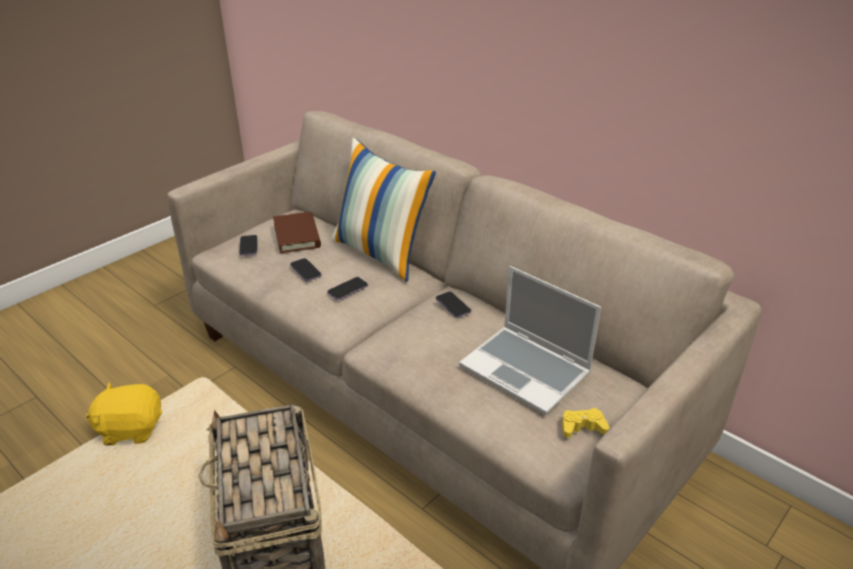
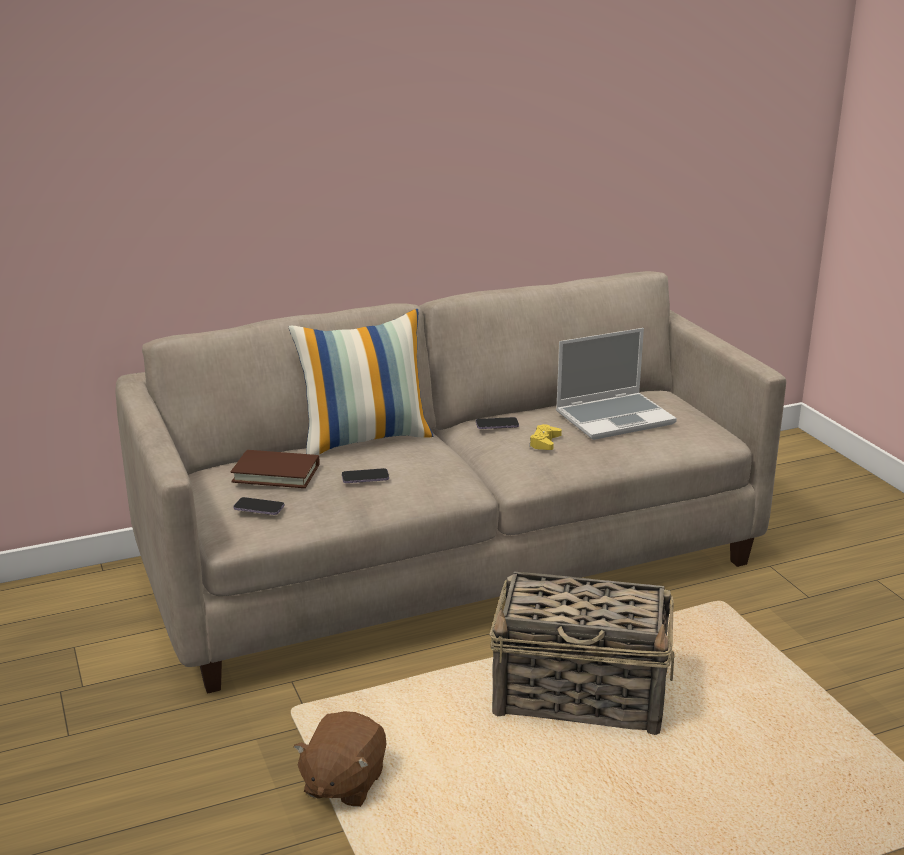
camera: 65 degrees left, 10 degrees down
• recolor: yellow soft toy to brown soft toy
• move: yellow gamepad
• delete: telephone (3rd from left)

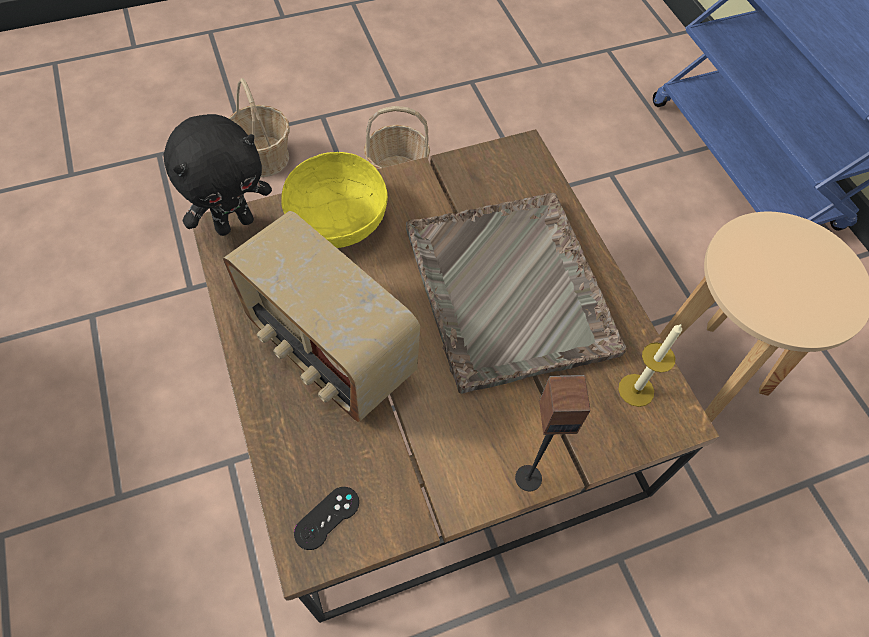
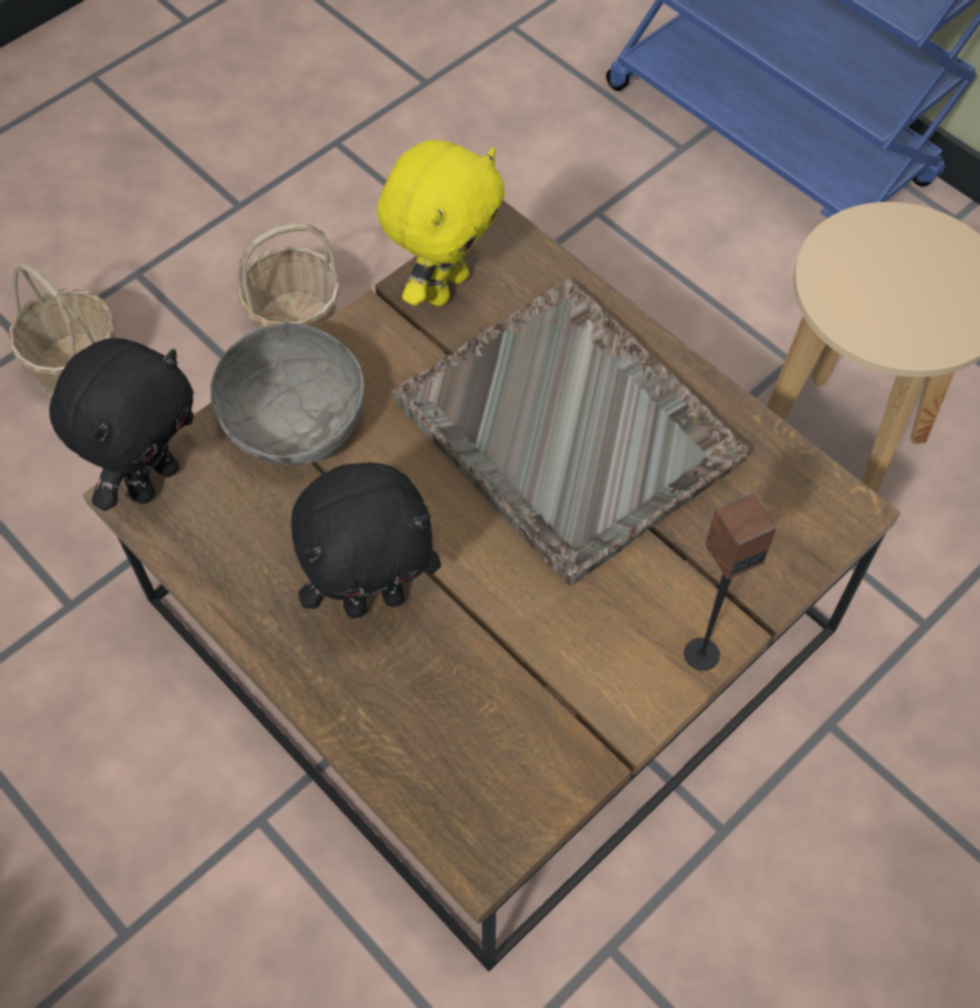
camera: 20 degrees left, 0 degrees up
• recolor: yellow bowl to greyish bowl
• replace: radio receiver to black soft toy (2nd from left)
• insert: yellow soft toy
• delete: black gamepad
• delete: wax candle

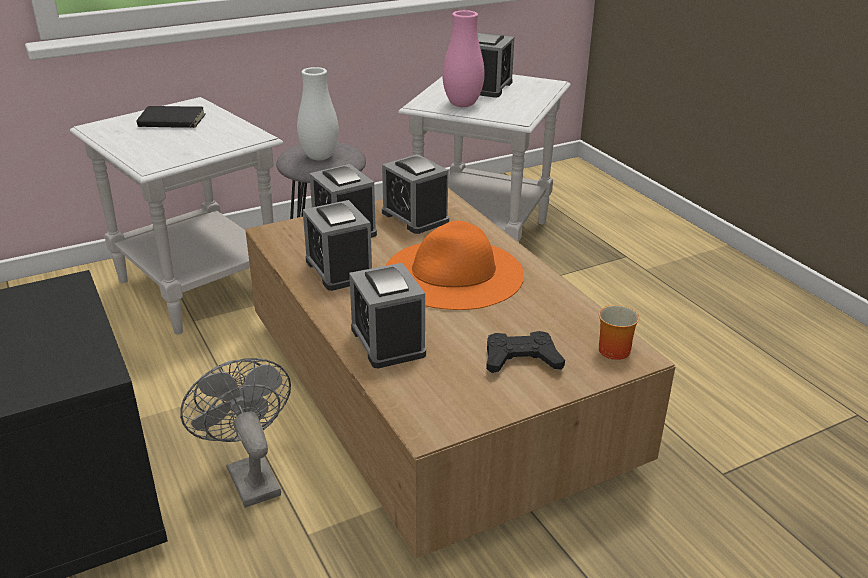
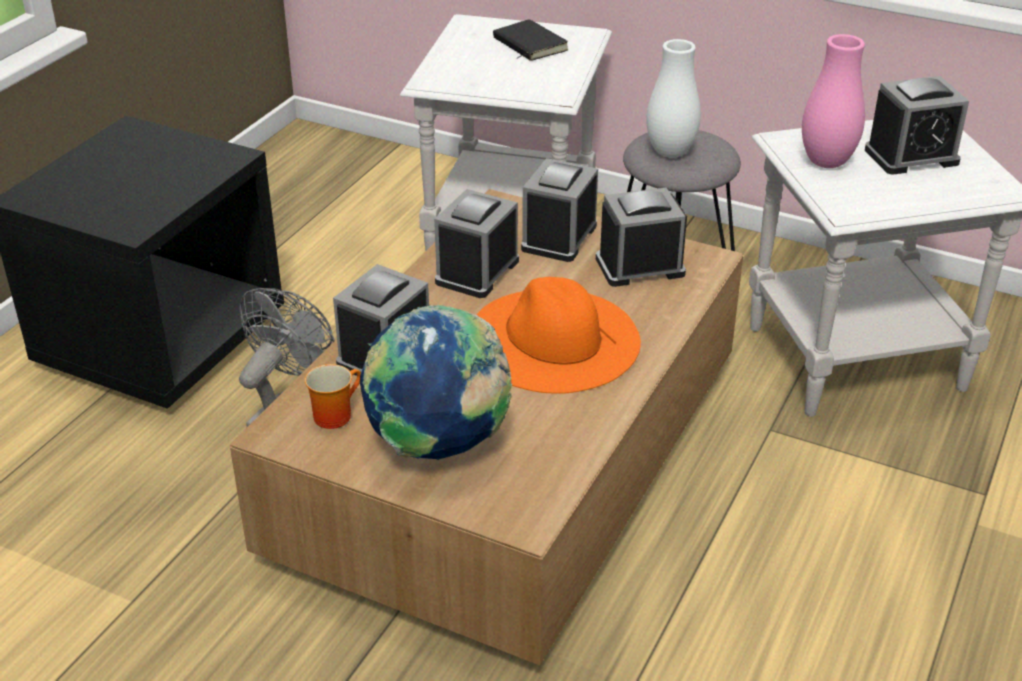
camera: 55 degrees right, 5 degrees up
• move: coffee mug
• replace: black gamepad to globe
• rotate: alarm clock (4th from left) 60 degrees clockwise

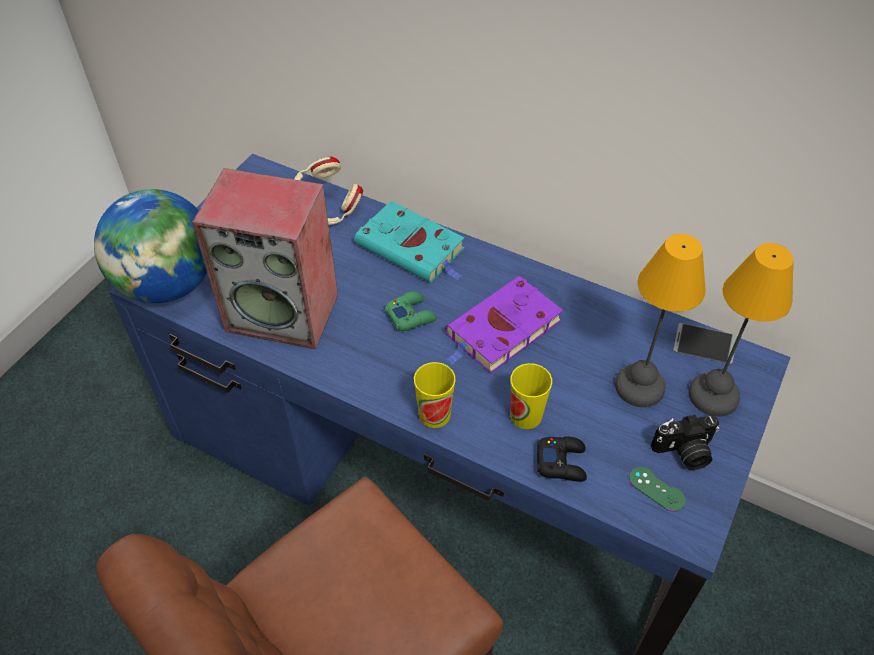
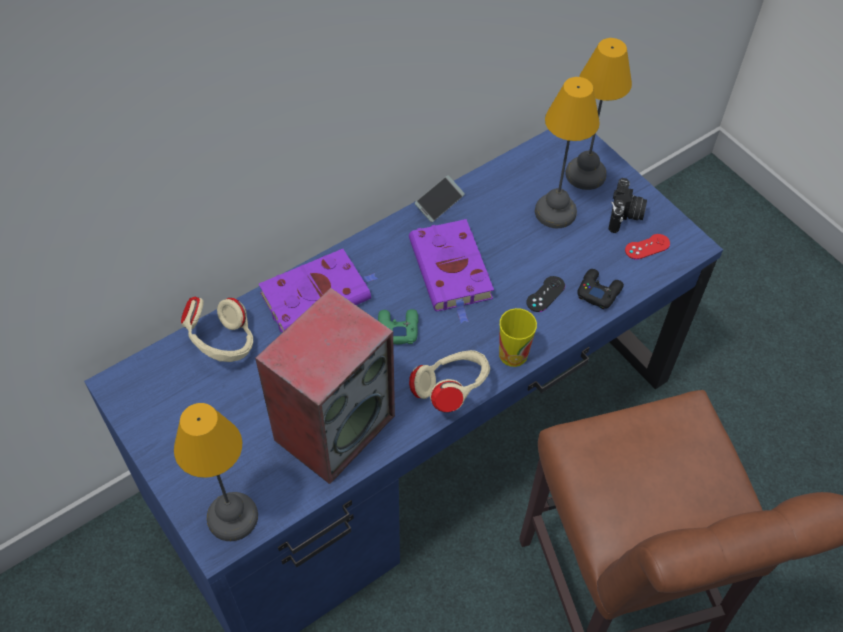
camera: 65 degrees left, 5 degrees up
• replace: globe to lamp for a table (1st from left)
• recolor: turquoise book to purple-coloured book (1st from left)
• insert: beige pair of headphones (2nd from left)
• move: telephone
• replace: small cup (2nd from left) to black gamepad (1st from left)
• recolor: green gamepad (2nd from left) to red-coloured gamepad

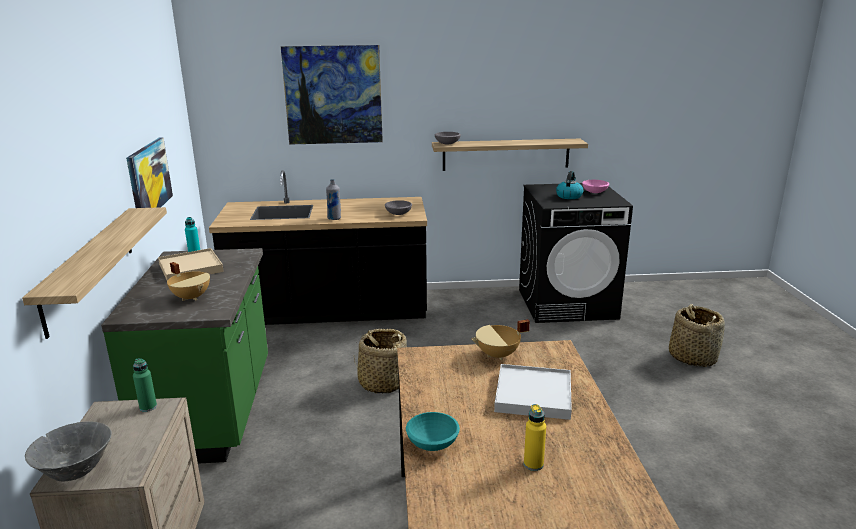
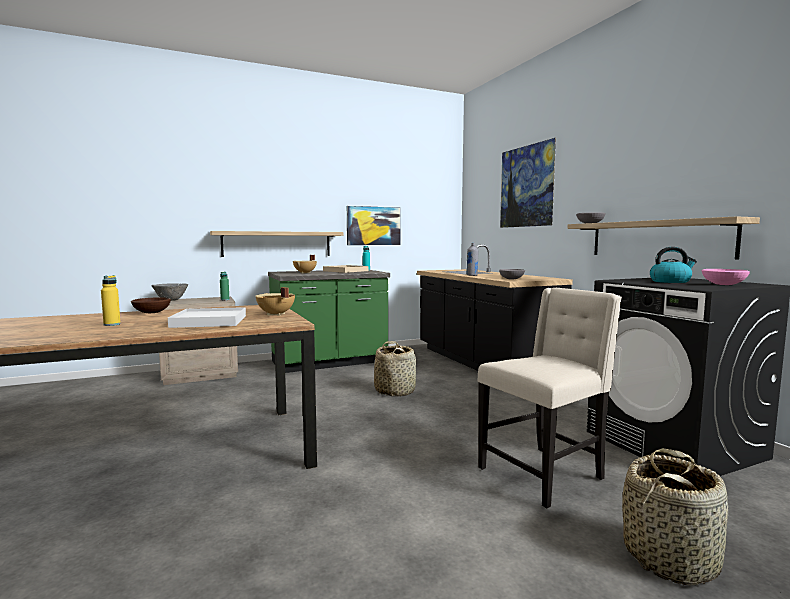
camera: 70 degrees right, 15 degrees down
• recolor: turquoise bowl to brown bowl
• insert: beige plain chair

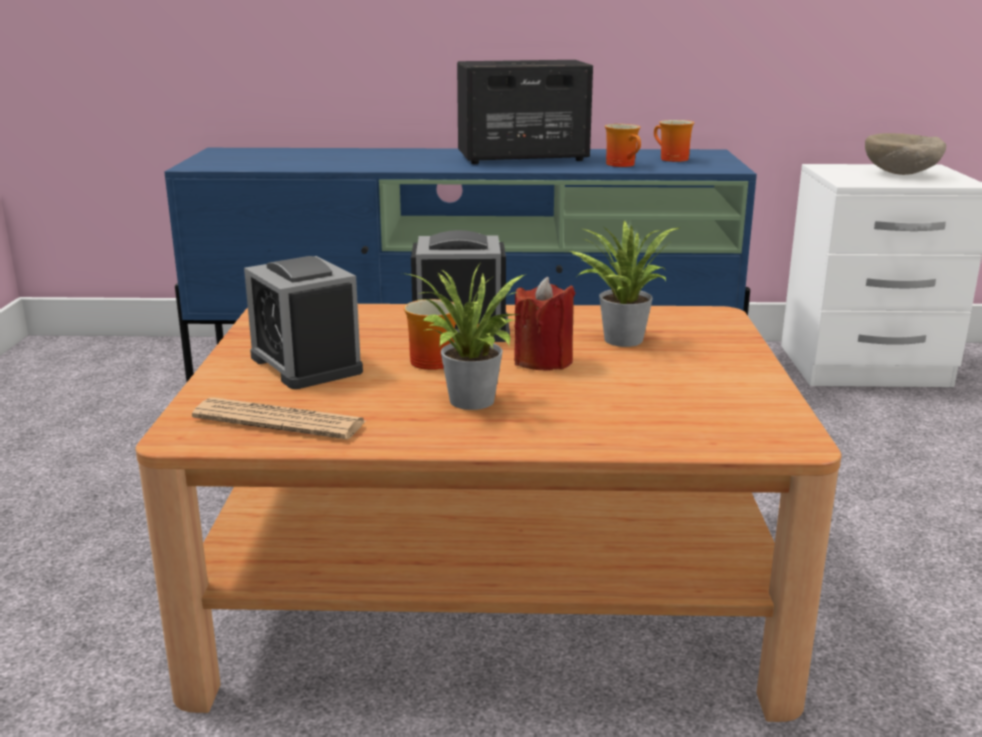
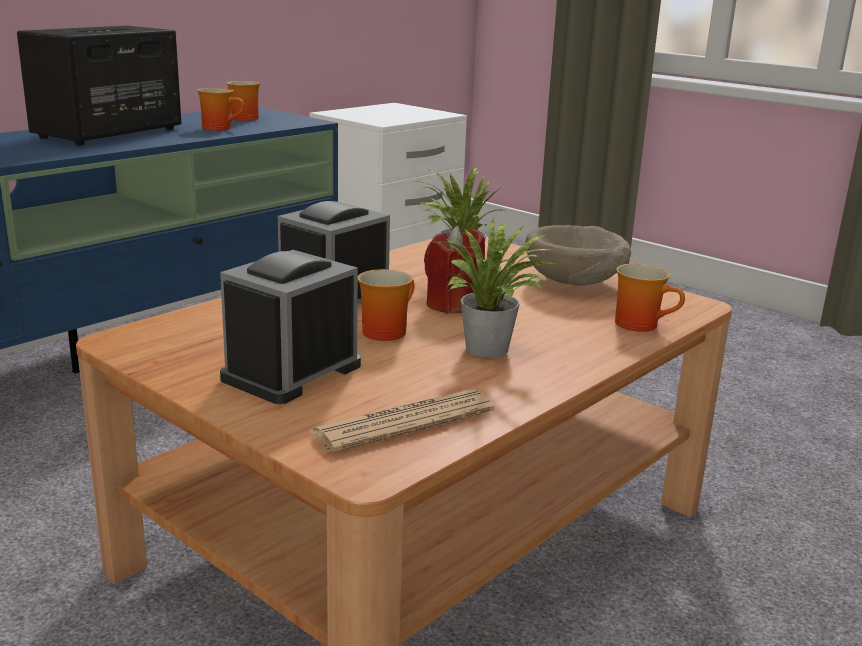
camera: 50 degrees left, 0 degrees up
• rotate: alarm clock (1st from left) 120 degrees clockwise
• move: beige bowl
• insert: coffee mug (4th from left)

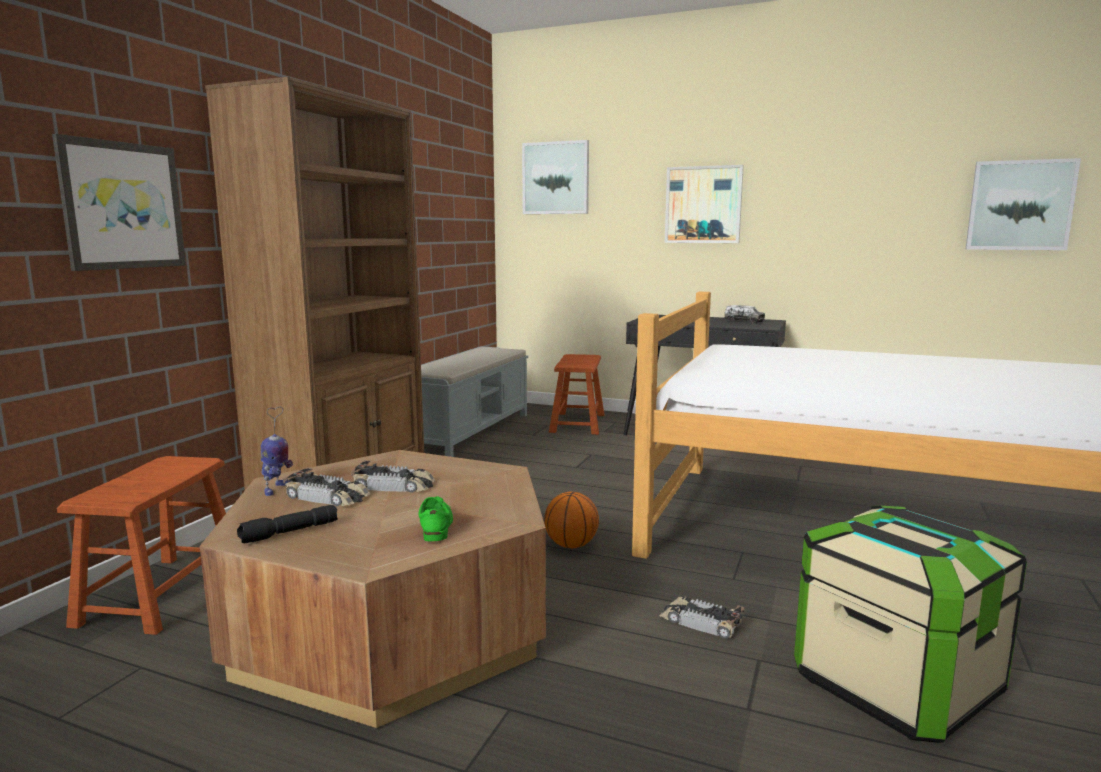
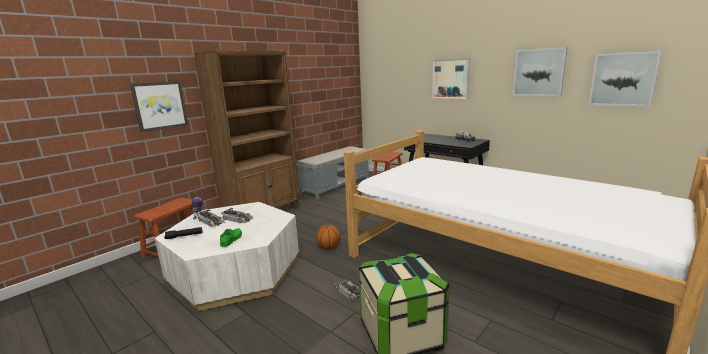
camera: 20 degrees right, 5 degrees up
• recolor: brown coffee table to white-coloured coffee table
• move: wall picture (2nd from left in the first image) to wall picture (3rd from left)

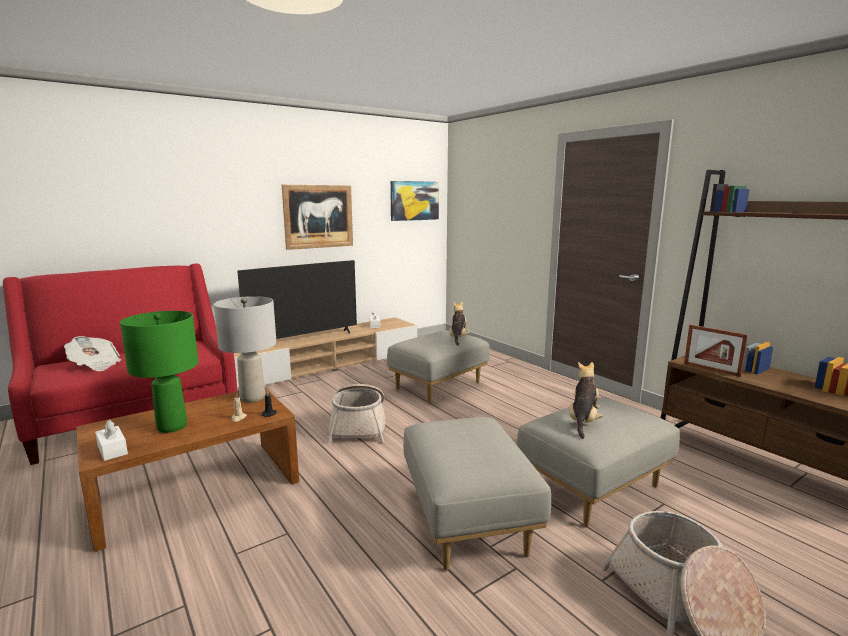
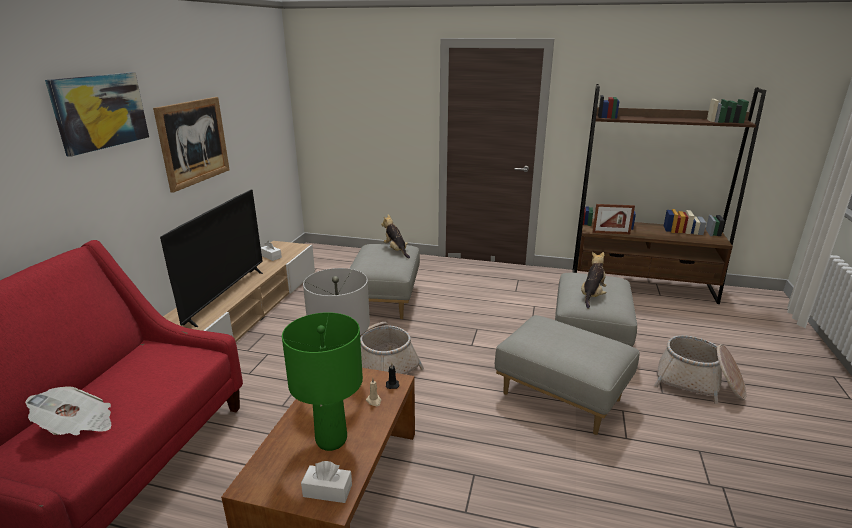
camera: 40 degrees left, 10 degrees up
• move: wall picture (2nd from left in the first image) to wall picture (1st from left)
• rotate: soft toy (2nd from left) 45 degrees clockwise

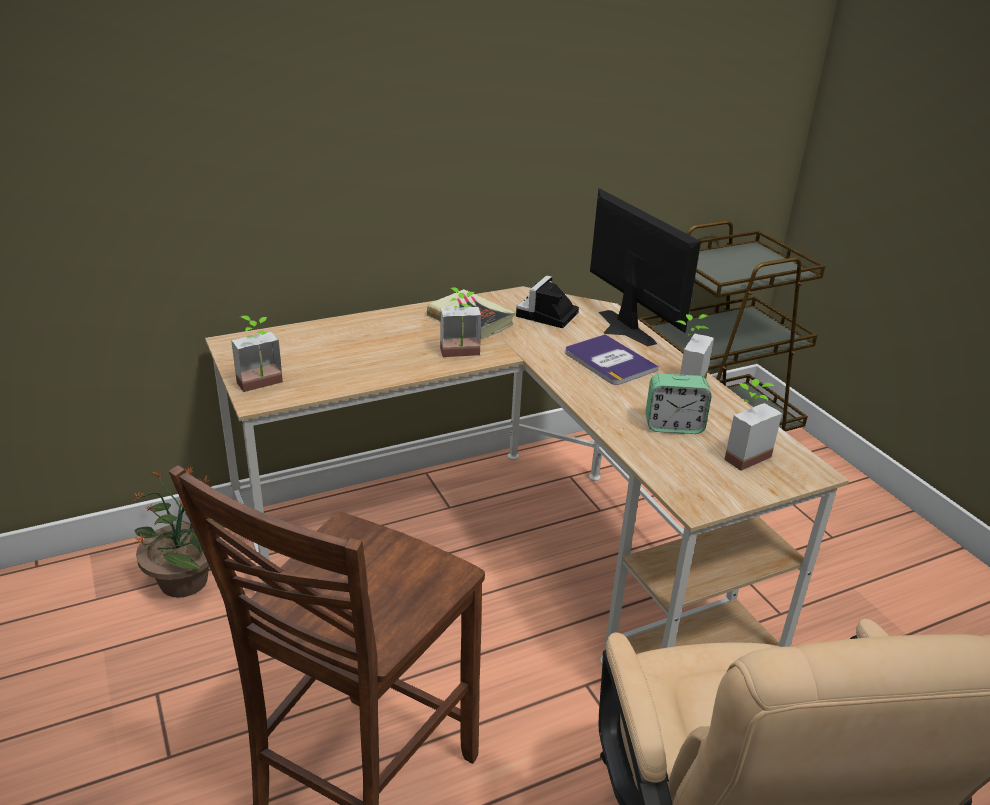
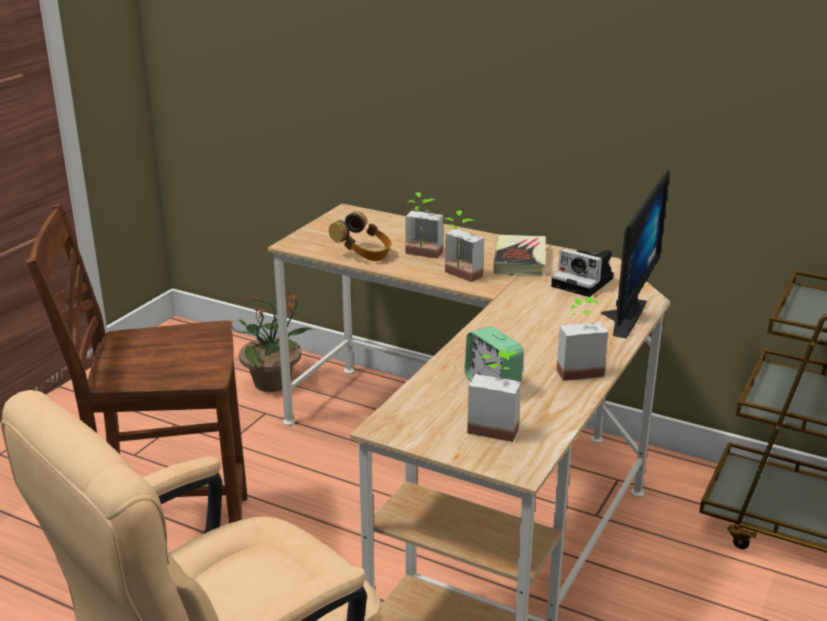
camera: 55 degrees right, 5 degrees down
• insert: pair of headphones
• move: plant in a pot (2nd from left)
• rotate: still camera 135 degrees counterclockwise
• delete: book (2nd from left)

